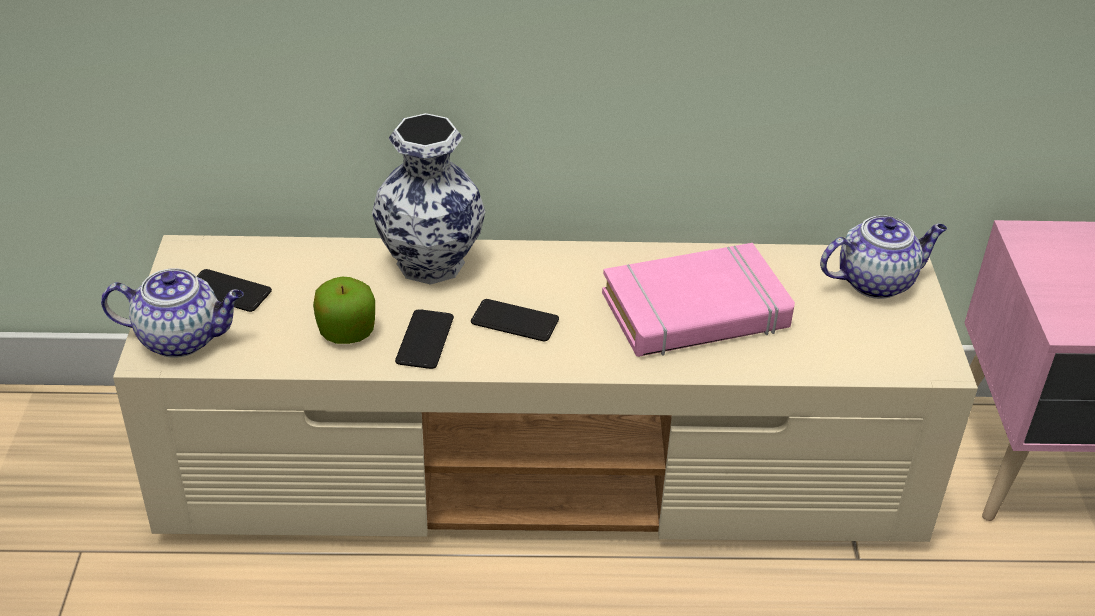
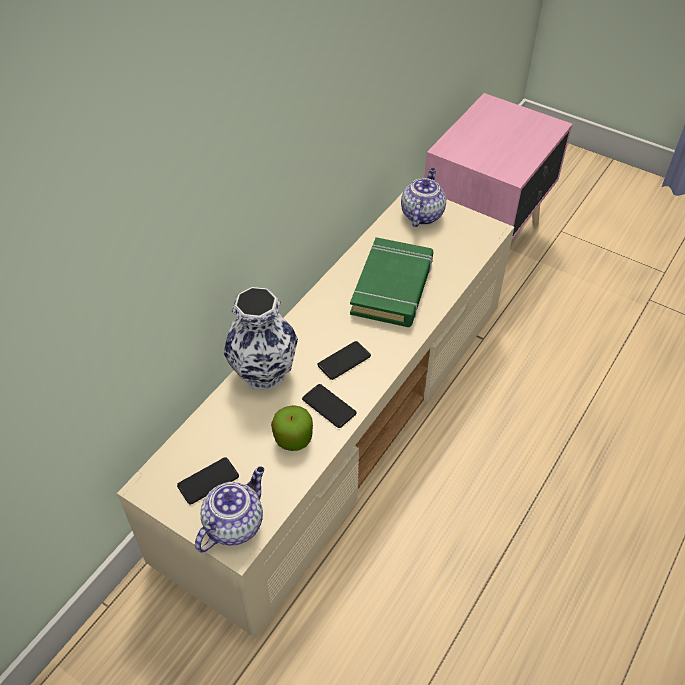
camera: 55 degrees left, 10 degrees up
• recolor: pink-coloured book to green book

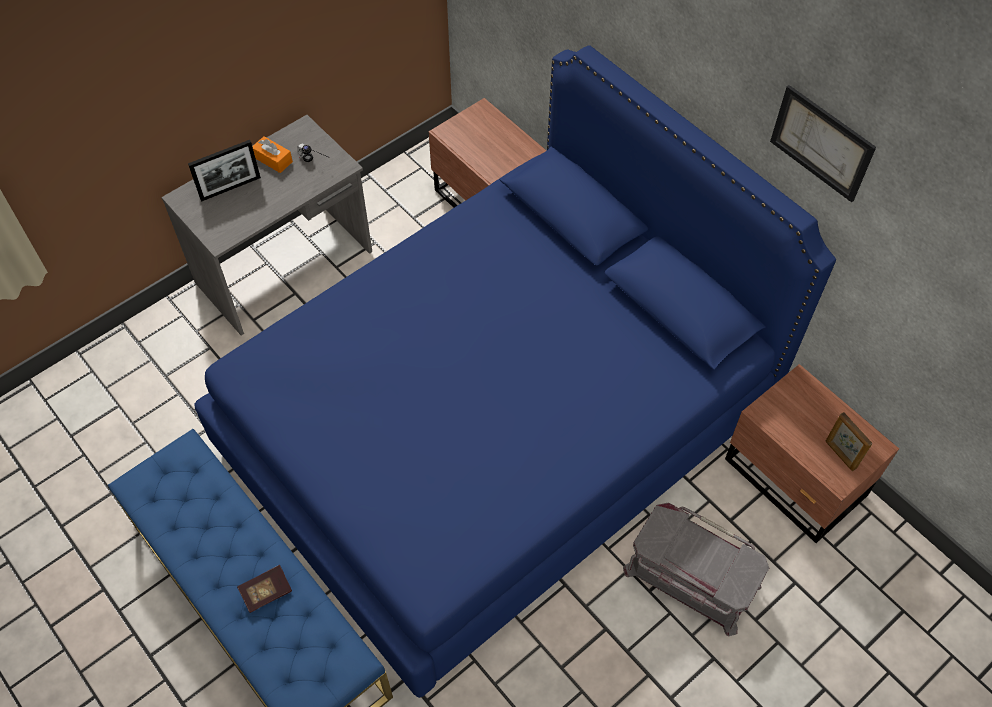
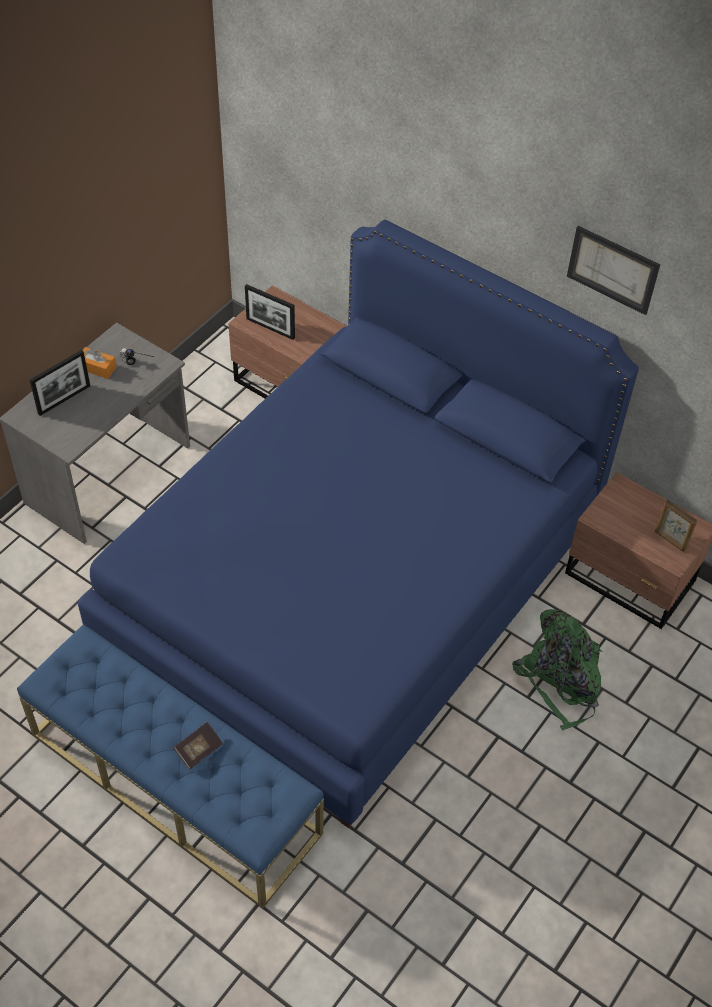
camera: 15 degrees left, 5 degrees down
• insert: standing frame (2nd from left)
• replace: greyish storage bin to green backpack

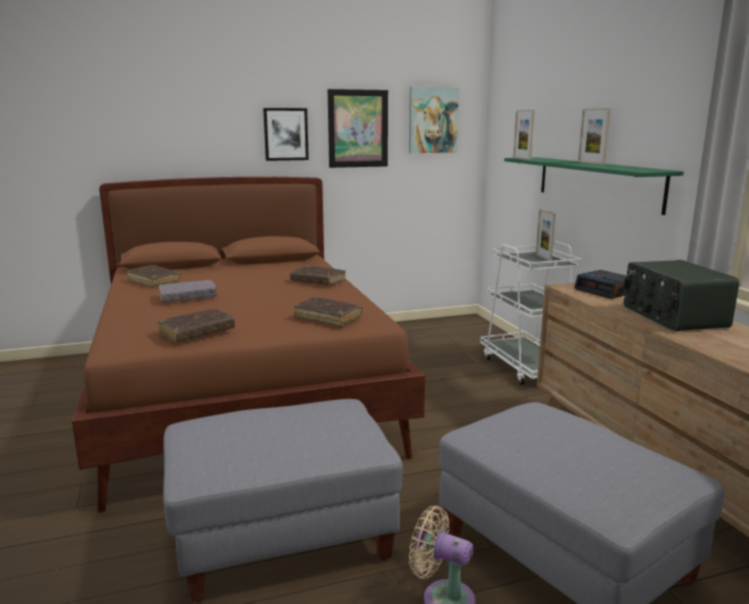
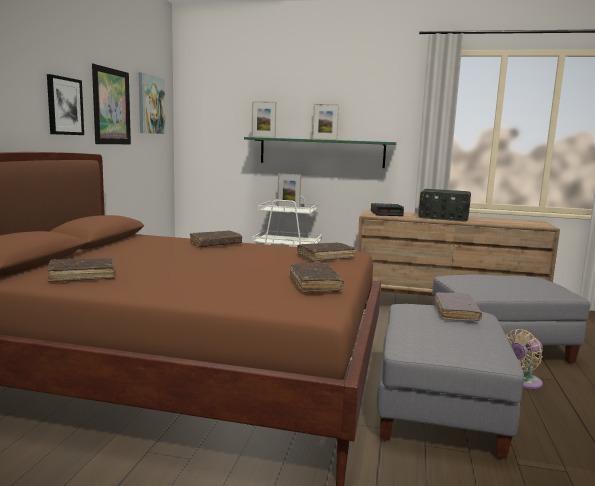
camera: 60 degrees left, 5 degrees down
• move: greyish book

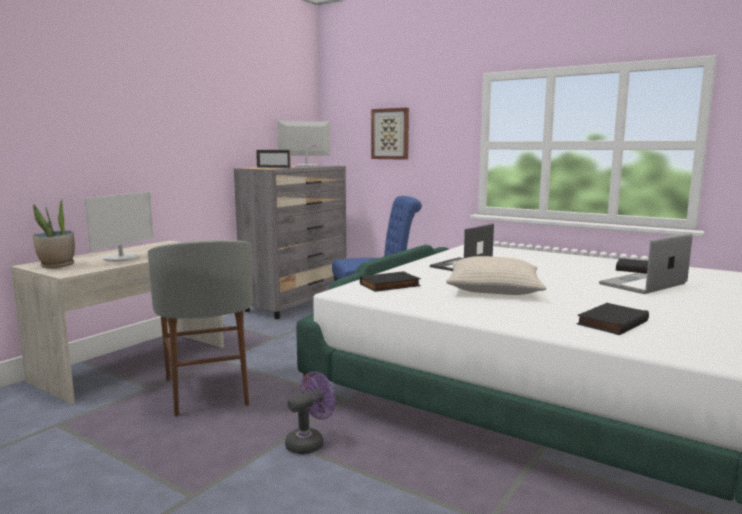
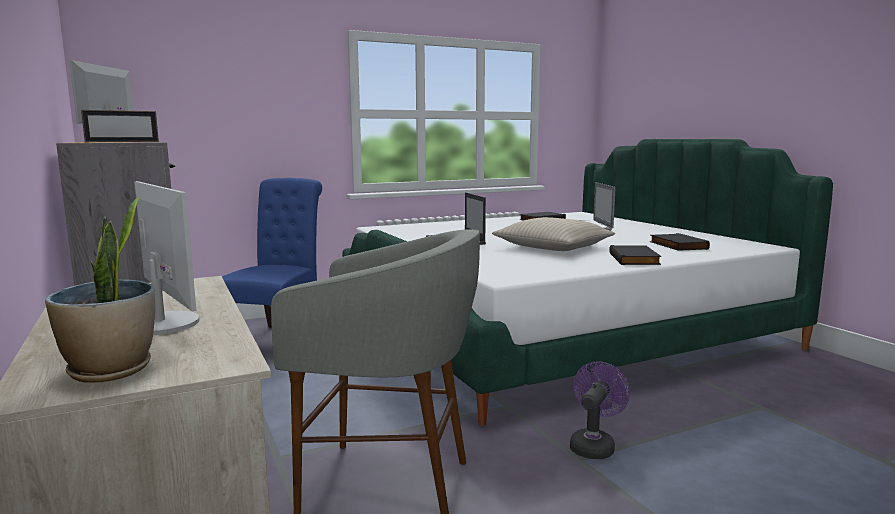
camera: 60 degrees left, 0 degrees up
• rotate: purple-coloured electric fan 45 degrees clockwise
• move: black book (1st from left in the first image) to black book (2nd from left)
• delete: wall picture

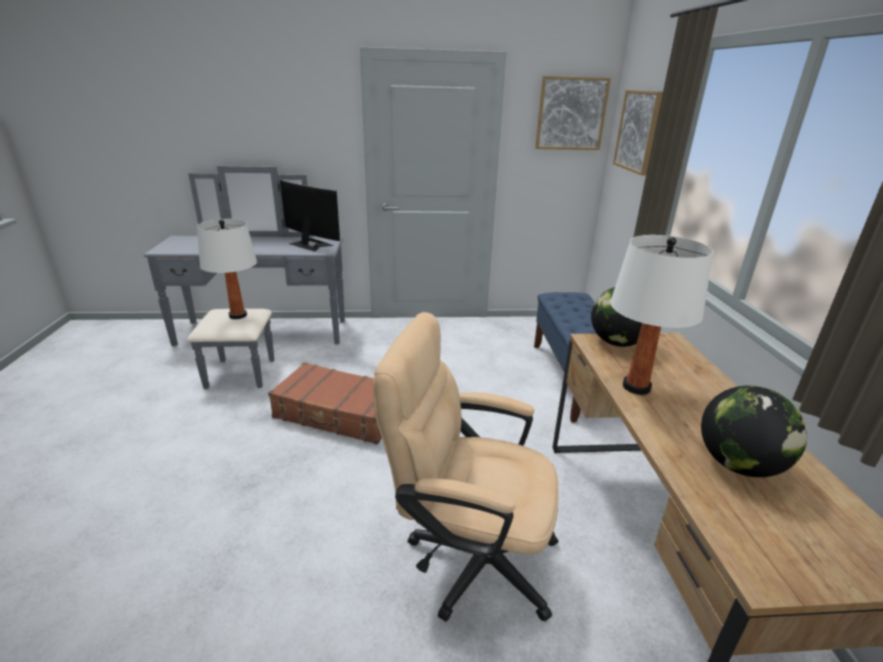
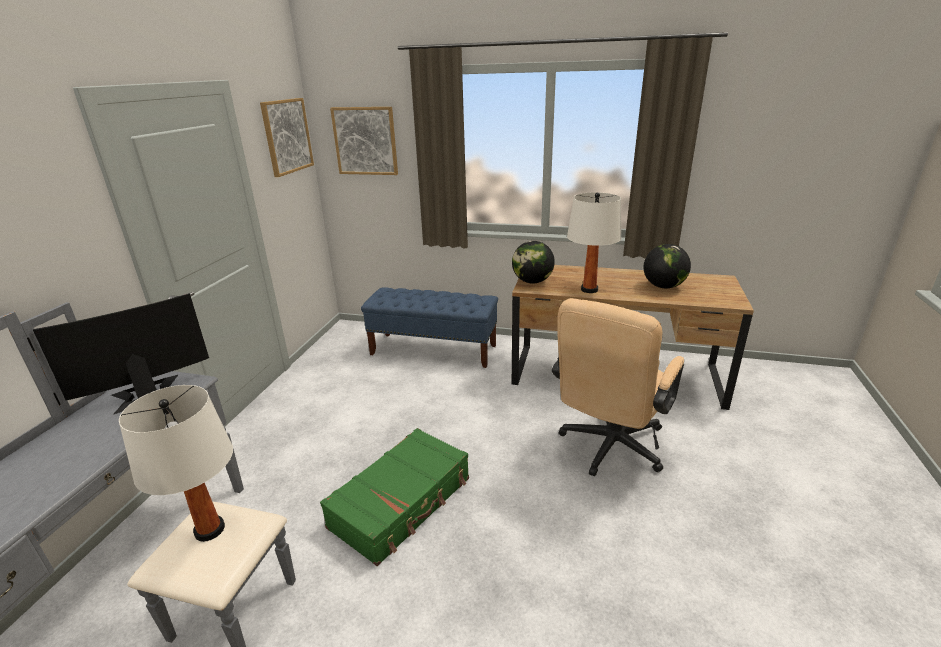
camera: 70 degrees left, 0 degrees up
• recolor: brown travel case to green travel case

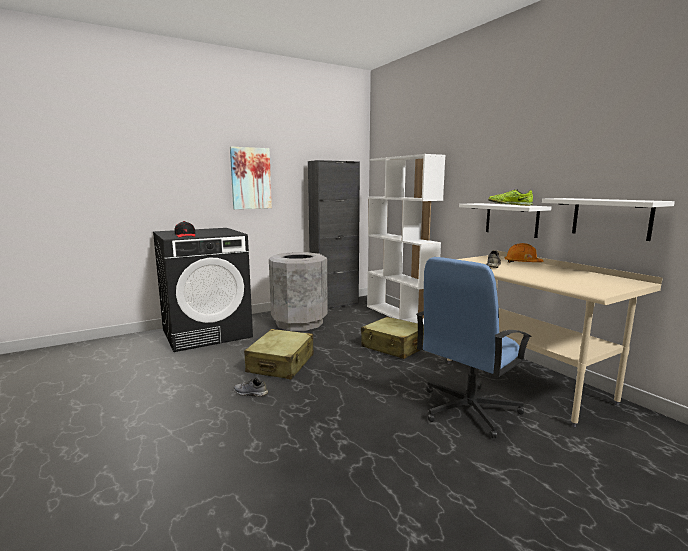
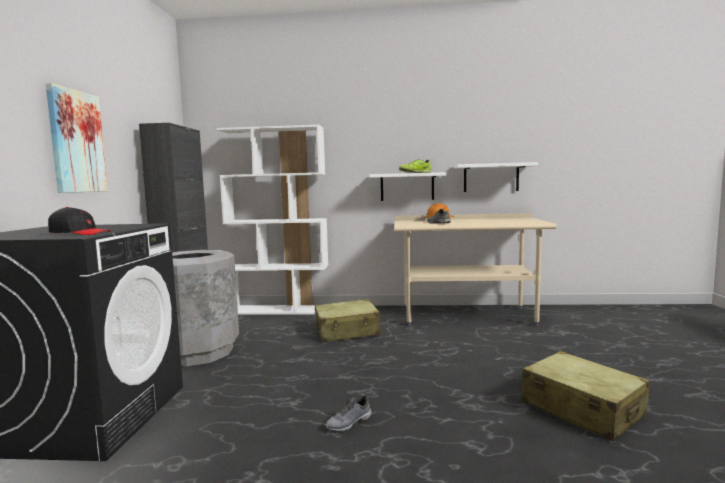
camera: 55 degrees left, 5 degrees down
• move: beige travel case (1st from left in the first image) to beige travel case (2nd from left)
• delete: blue-coloured computer chair

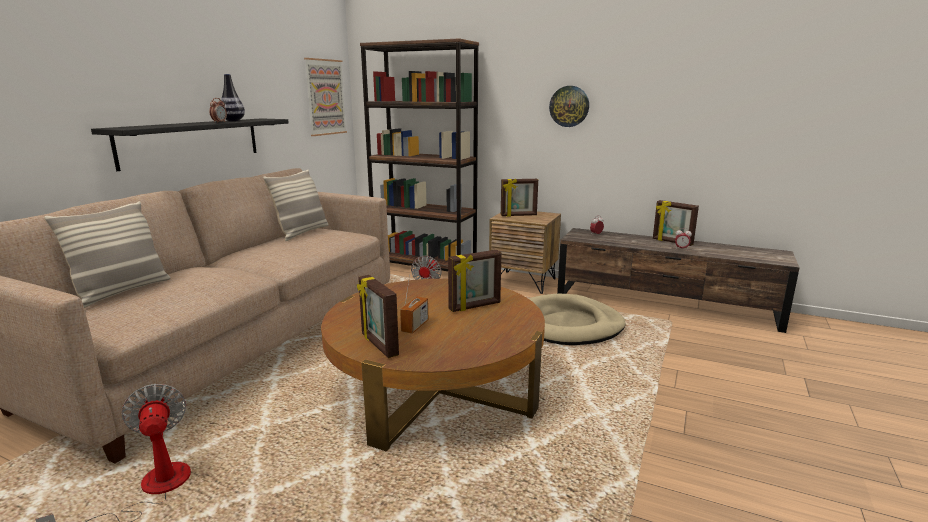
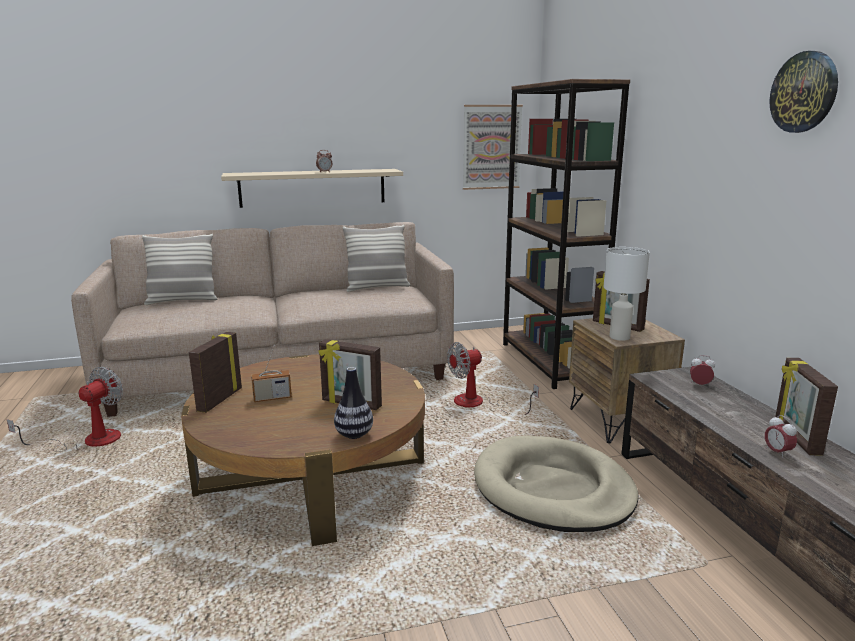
camera: 50 degrees right, 0 degrees up
• recolor: black bracket shelf to beige bracket shelf
• move: vase
• insert: white-coloured lamp for a table
• move: clock on the wall

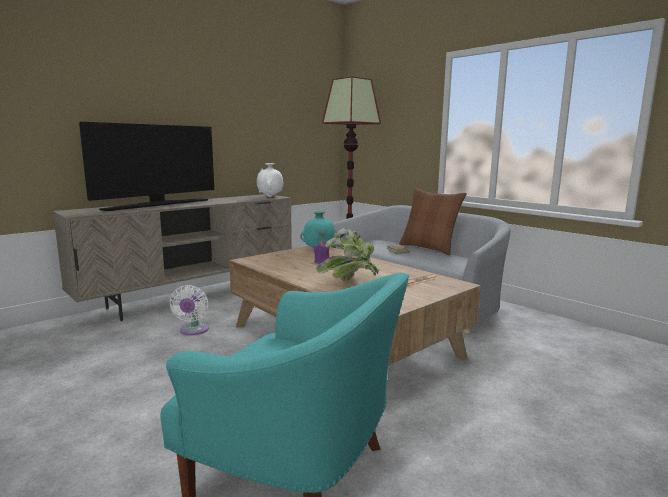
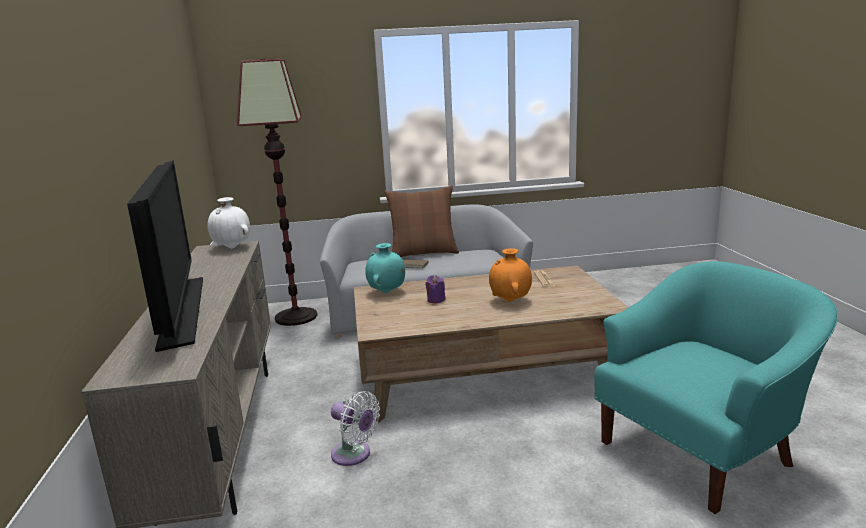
camera: 55 degrees left, 5 degrees up
• replace: plant in a pot to orange-coloured vase

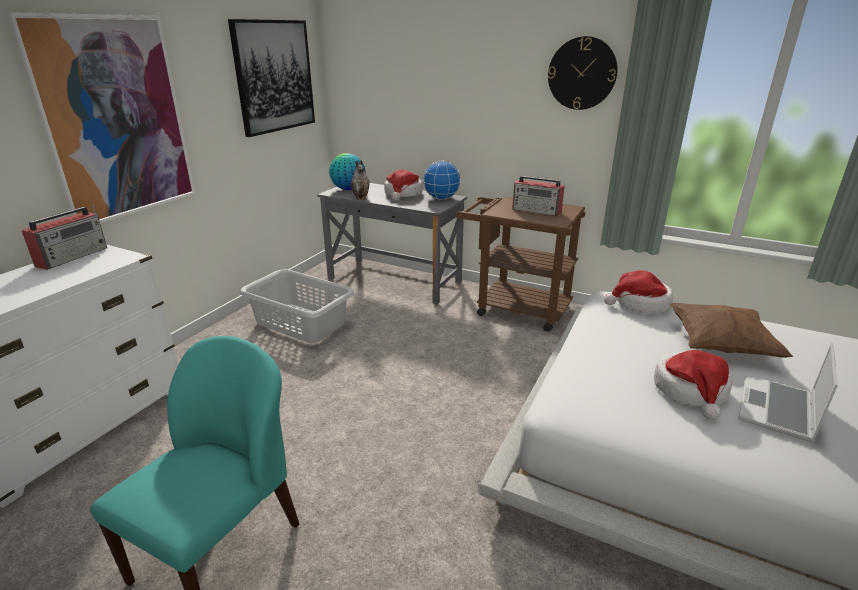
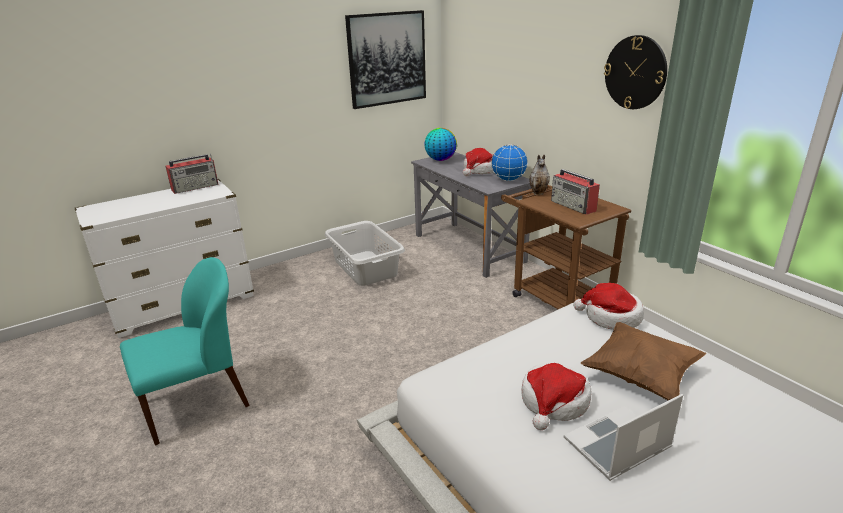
camera: 30 degrees right, 0 degrees up
• move: vase
• delete: wall picture (1st from left)

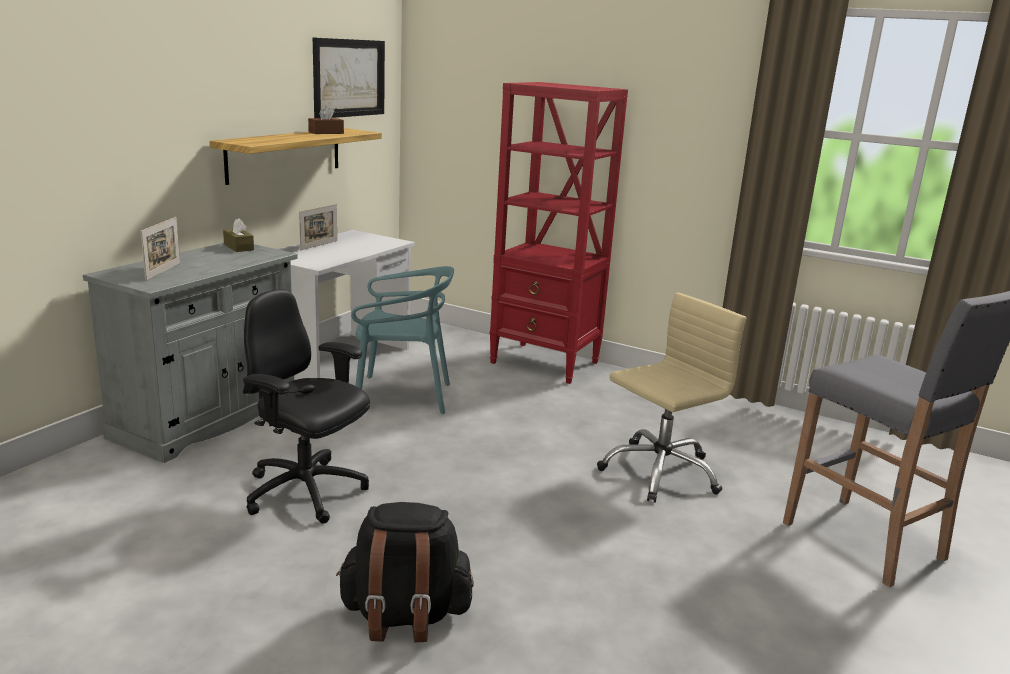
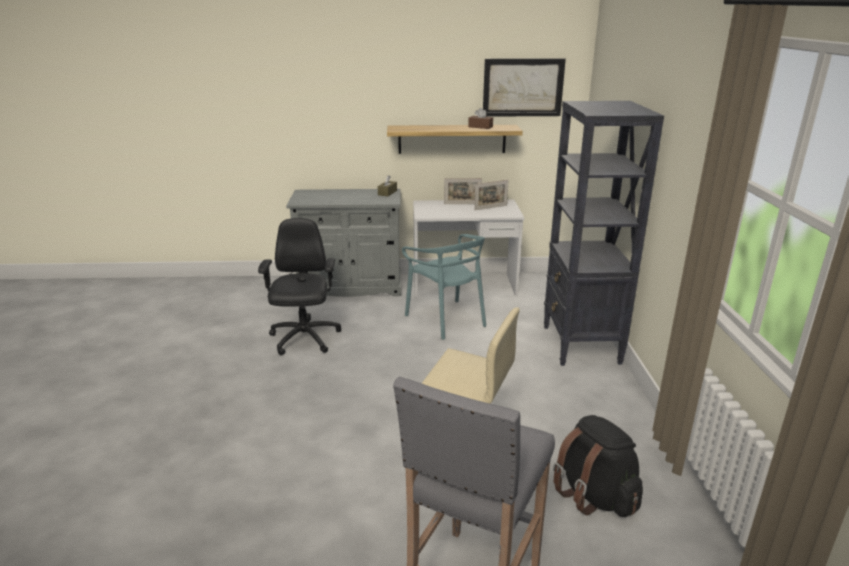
camera: 60 degrees right, 5 degrees up
• move: standing frame (1st from left in the first image) to standing frame (2nd from left)
• recolor: red-coloured bookshelf to black bookshelf
• move: black backpack

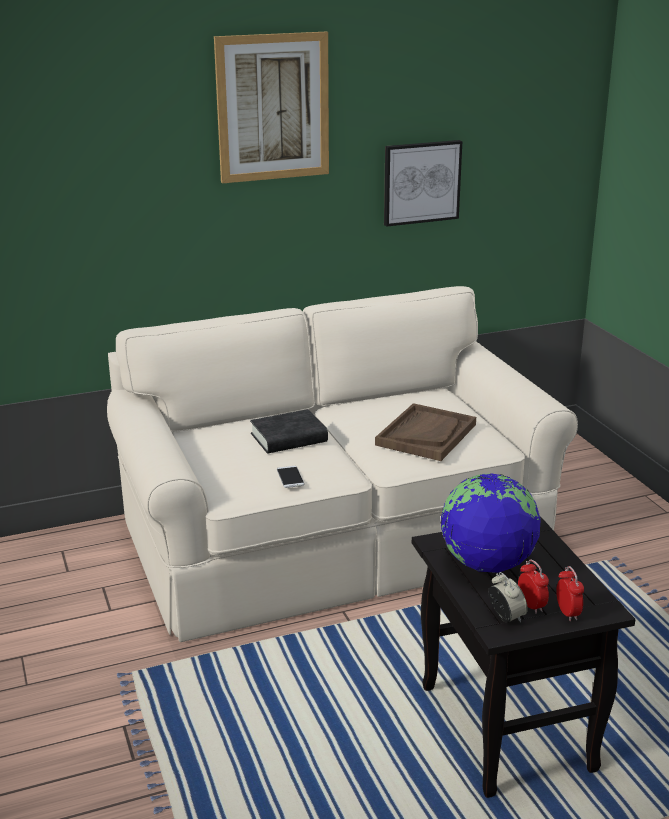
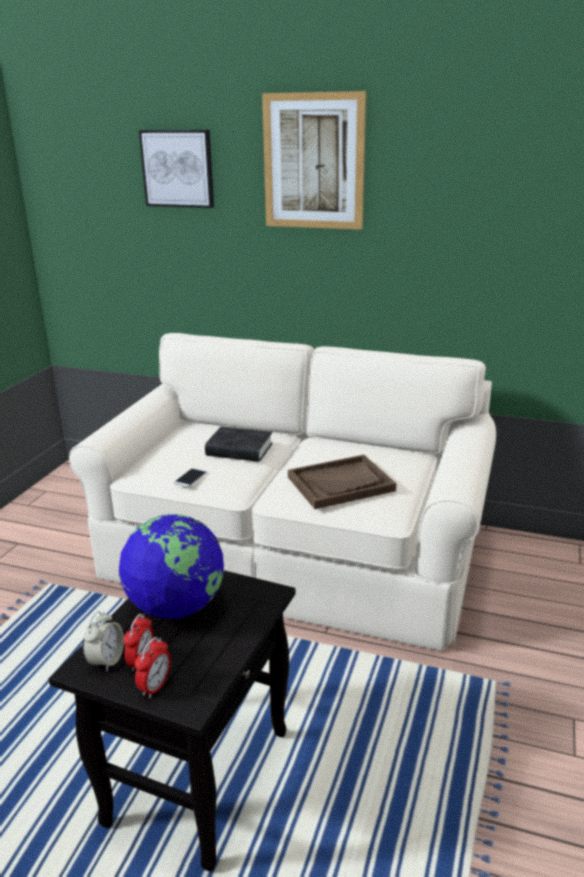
camera: 40 degrees right, 0 degrees up
• move: wall picture (2nd from left in the first image) to wall picture (1st from left)

